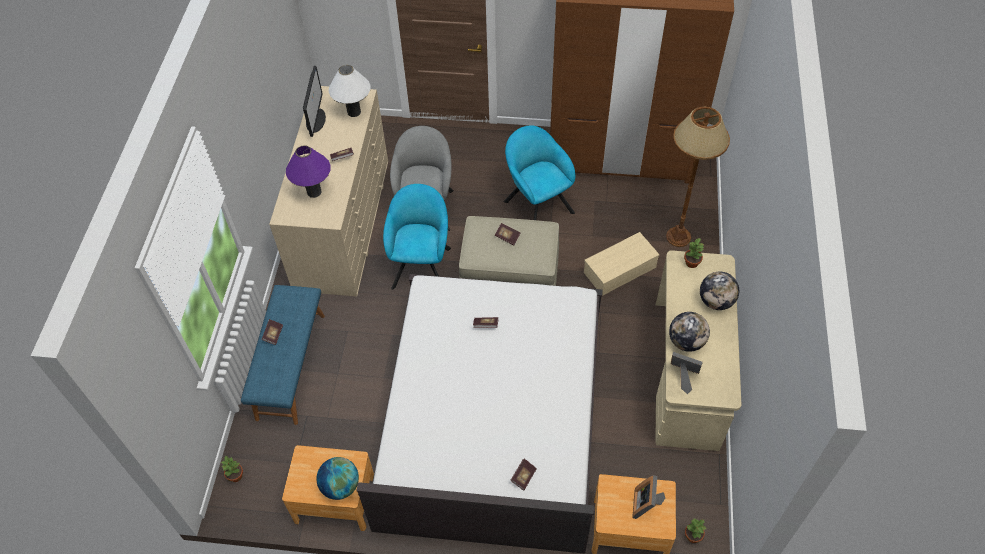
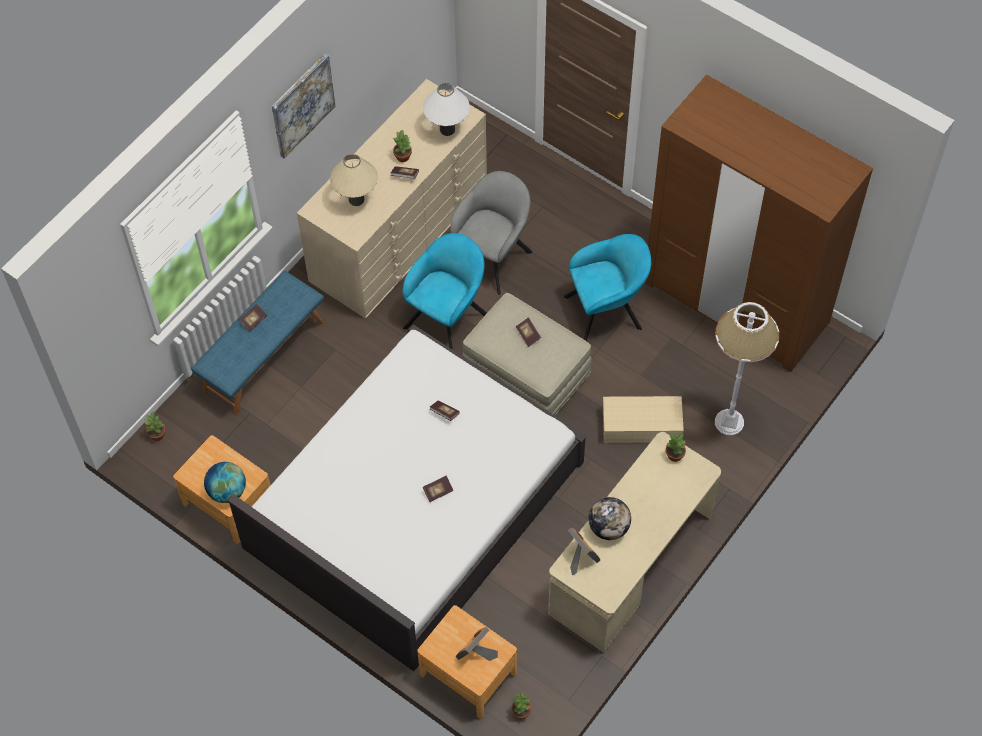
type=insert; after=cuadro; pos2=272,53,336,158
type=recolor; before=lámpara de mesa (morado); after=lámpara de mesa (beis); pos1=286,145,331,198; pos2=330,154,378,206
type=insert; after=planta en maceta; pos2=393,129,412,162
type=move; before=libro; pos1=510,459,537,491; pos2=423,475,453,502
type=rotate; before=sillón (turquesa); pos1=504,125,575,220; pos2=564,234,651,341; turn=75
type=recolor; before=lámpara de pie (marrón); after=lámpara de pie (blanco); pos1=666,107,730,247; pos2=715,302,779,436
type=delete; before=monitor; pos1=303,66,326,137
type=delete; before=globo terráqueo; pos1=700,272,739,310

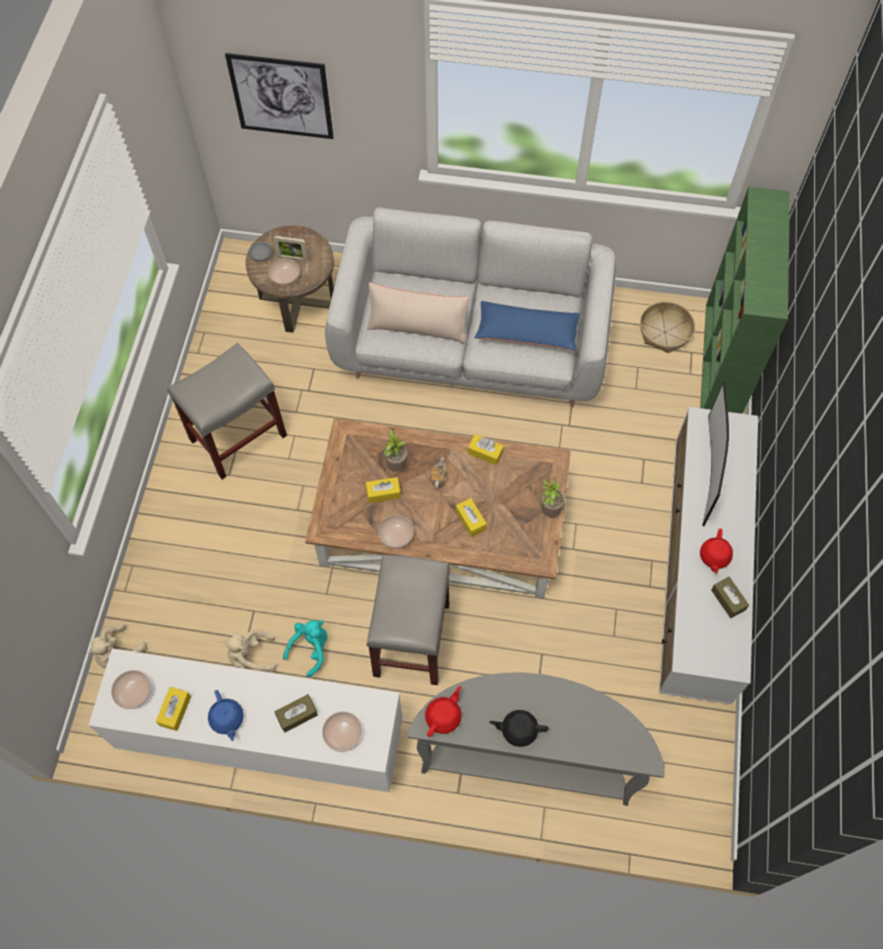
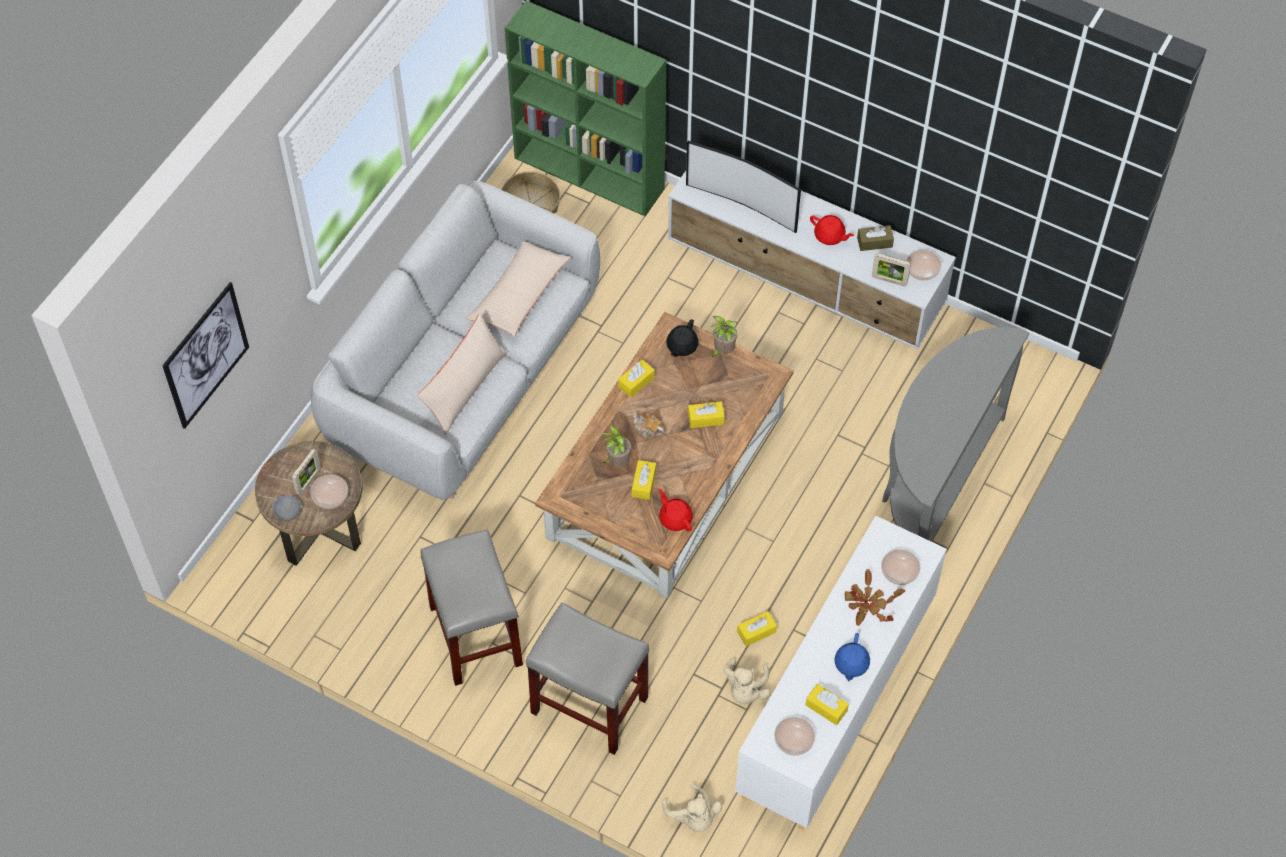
type=recolor; before=cojín (azul); after=cojín (beis); pos1=475,301,580,351; pos2=466,241,571,336
type=move; before=taburete (gris); pos1=367,554,450,685; pos2=526,602,649,755
type=move; before=tetera (rojo); pos1=425,686,462,737; pos2=659,489,693,531
type=move; before=tetera (negro); pos1=489,710,548,747; pos2=667,319,698,357
type=replace; before=peluche (turquesa); after=caja de pañuelos (amarillo); pos1=283,620,327,677; pos2=737,611,777,646
type=rotate; before=tetera (azul); pos1=208,690,244,741; pos2=835,633,870,682; turn=105
type=replace; before=caja de pañuelos (marrón); after=planta en maceta; pos1=275,694,318,732; pos2=844,569,905,626
type=insert; after=portarretratos; pos2=872,253,911,286
type=move; before=cuenco; pos1=378,515,414,548; pos2=906,250,941,281

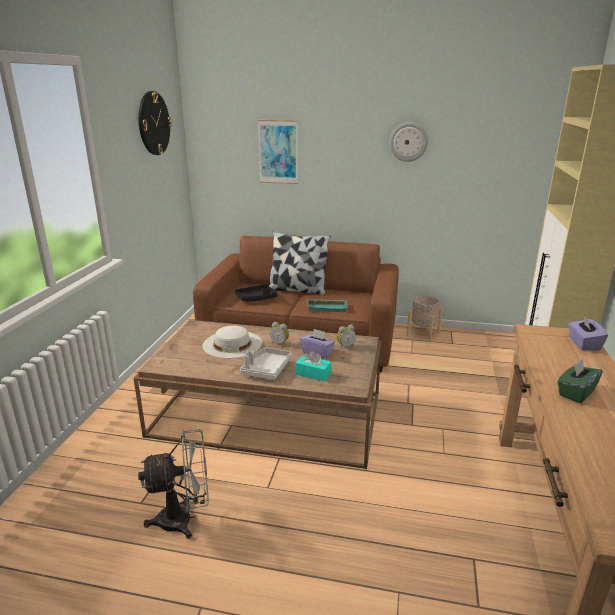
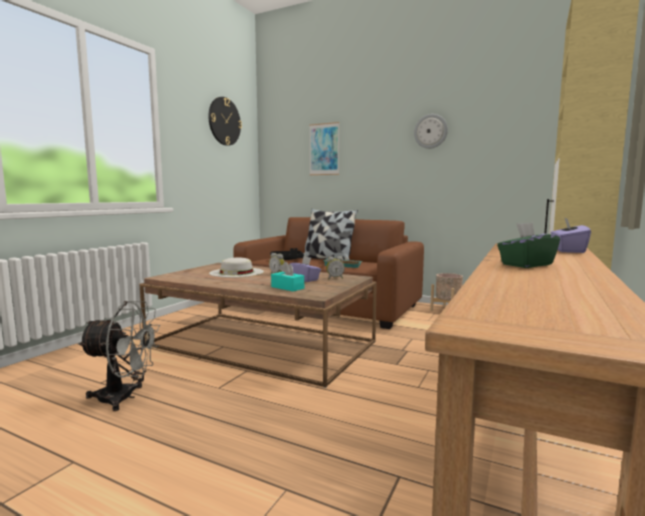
type=delete; before=bandeja (gris); pos1=240,348,292,380

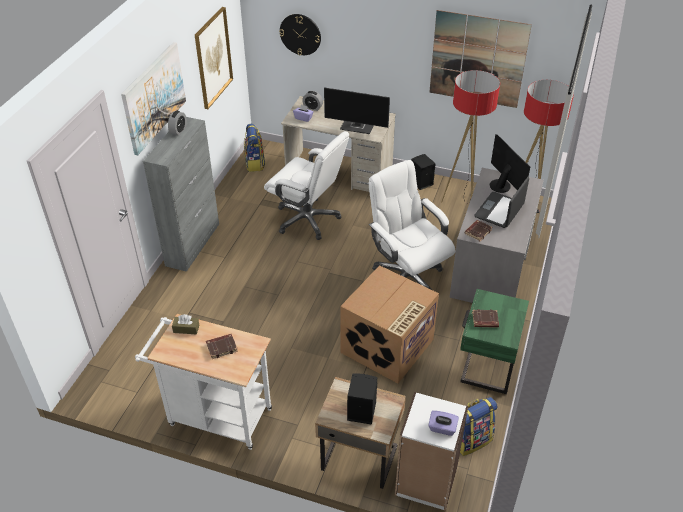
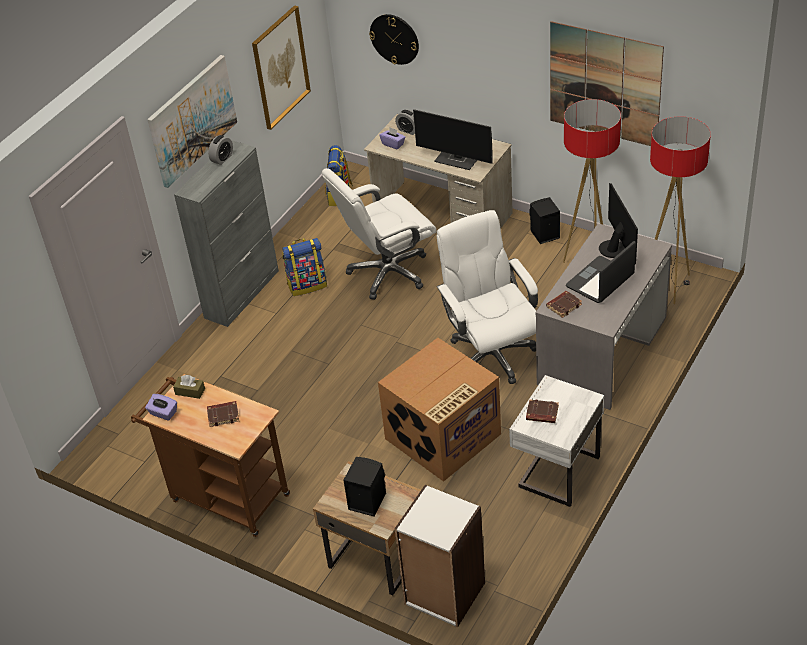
type=recolor; before=carrito (blanco); after=carrito (marrón); pos1=135,314,272,450; pos2=131,374,290,537
type=move; before=caja de pañuelos (morado); pos1=428,411,459,436; pos2=145,394,177,421
type=move; before=mochila; pos1=460,397,497,456; pos2=282,238,327,296
type=rotate; before=silla de oficina (blanco); pos1=264,131,349,240; pos2=322,168,437,300; turn=105
type=recolor; before=mesita de noche (verde); after=mesita de noche (blanco); pos1=460,289,529,394; pos2=509,375,604,507

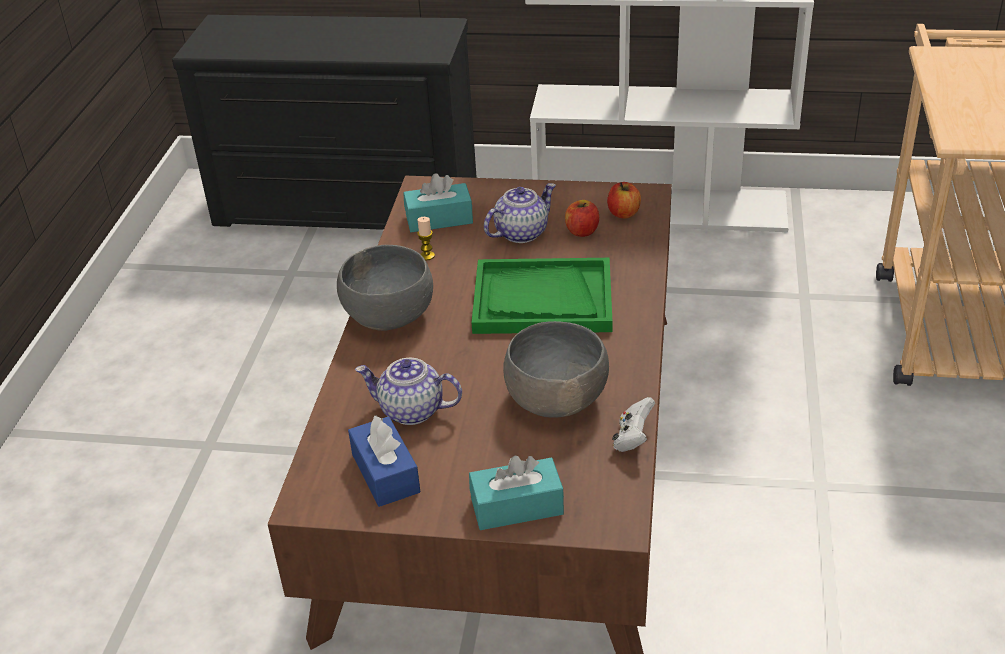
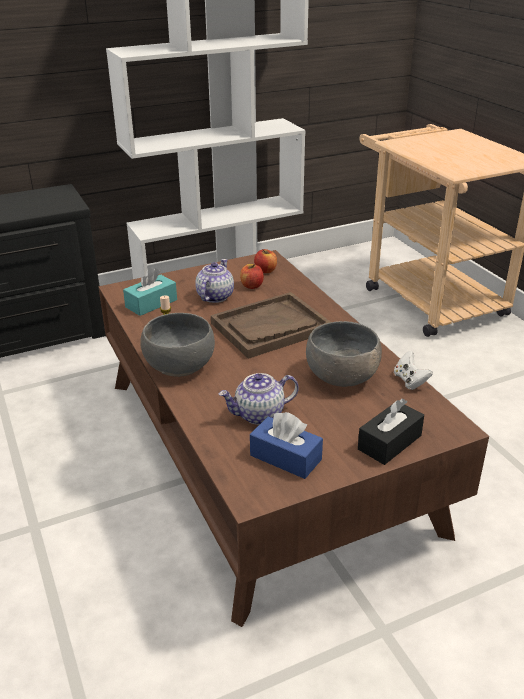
type=recolor; before=bandeja (verde); after=bandeja (marrón); pos1=472,258,612,334; pos2=211,292,331,359
type=recolor; before=caja de pañuelos (turquesa); after=caja de pañuelos (negro); pos1=469,456,564,530; pos2=358,398,424,465

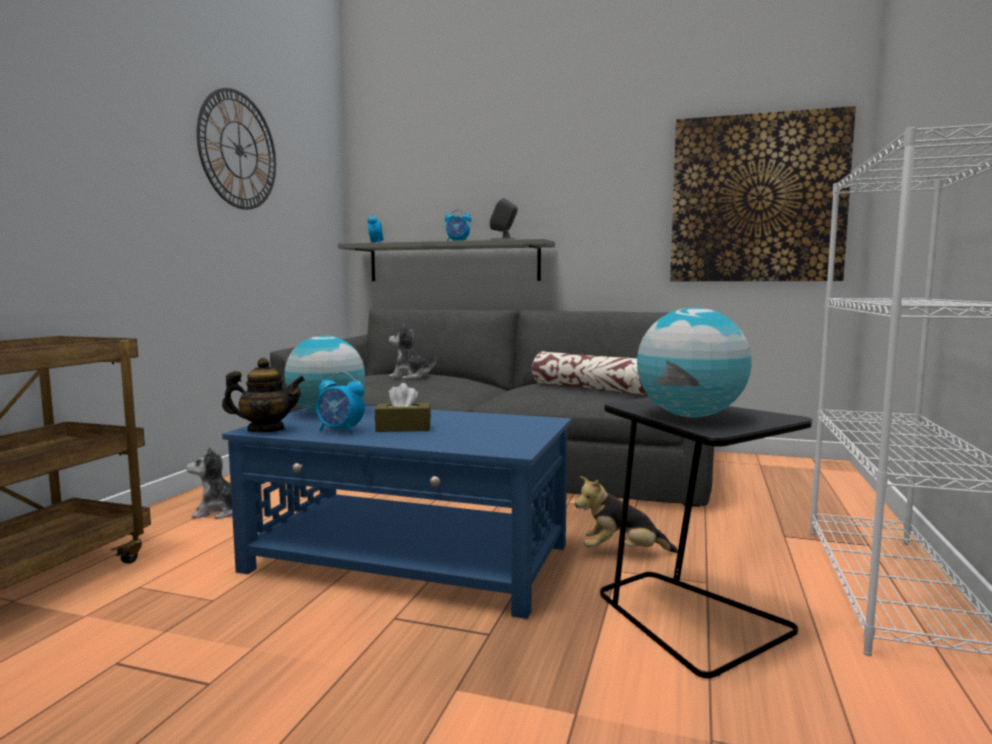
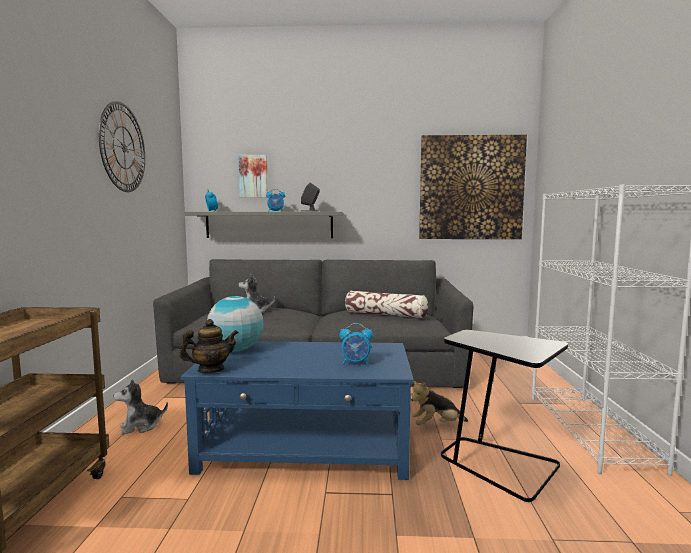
type=insert; after=cuadro; pos2=238,155,268,198
type=move; before=despertador; pos1=316,372,365,434; pos2=340,323,373,365
type=delete; before=caja de pañuelos (marrón); pos1=375,383,431,432
type=delete; before=globo terráqueo; pos1=637,308,752,418

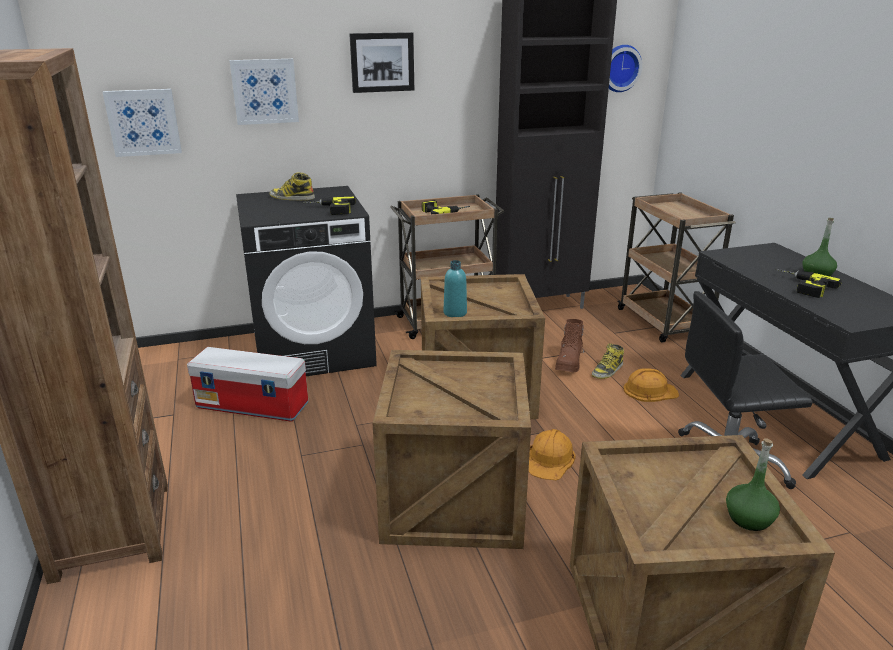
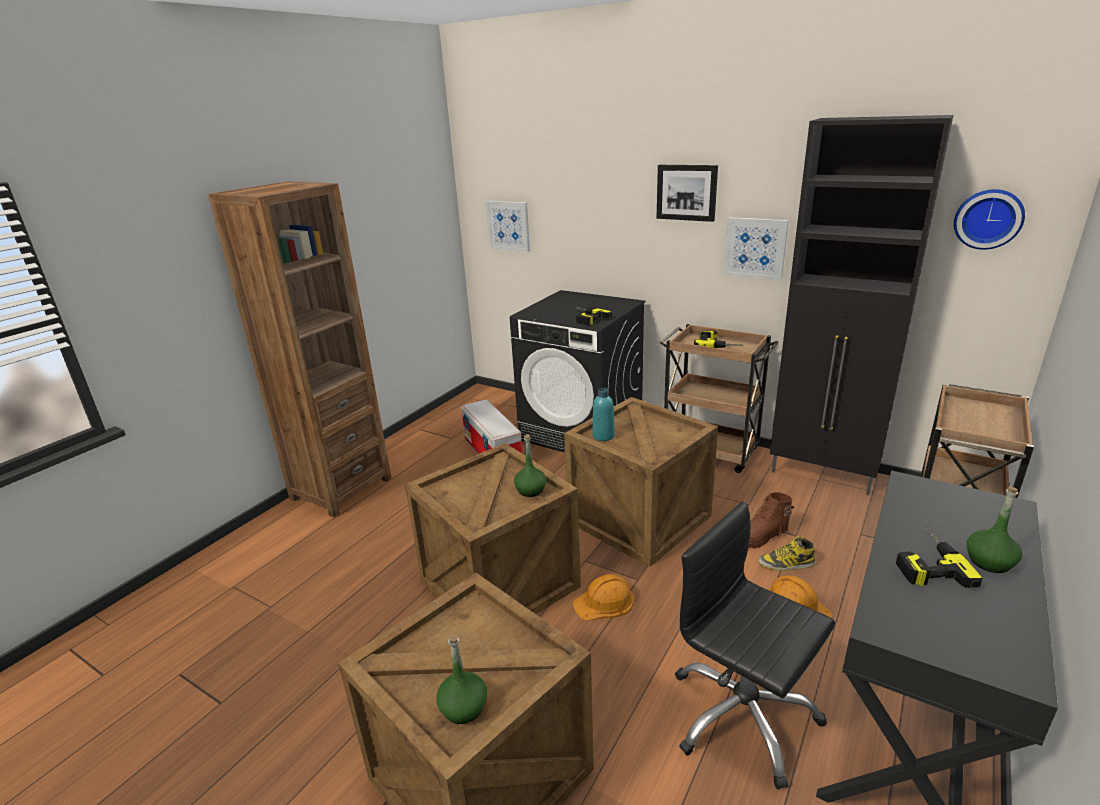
type=insert; after=botella (verde); pos2=514,435,546,497
type=move; before=cuadro; pos1=230,59,299,125; pos2=724,217,789,280
type=delete; before=bota; pos1=270,172,315,201

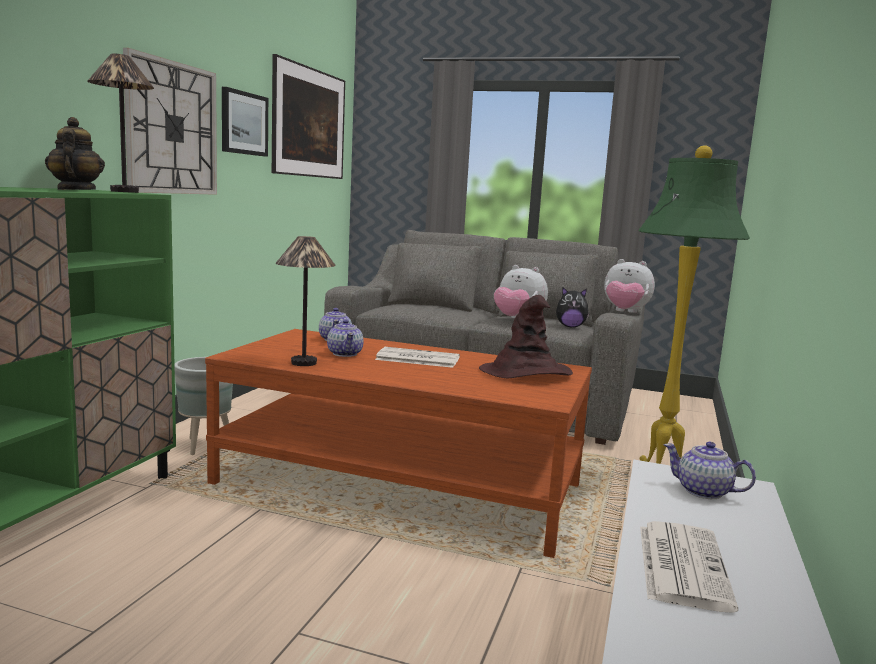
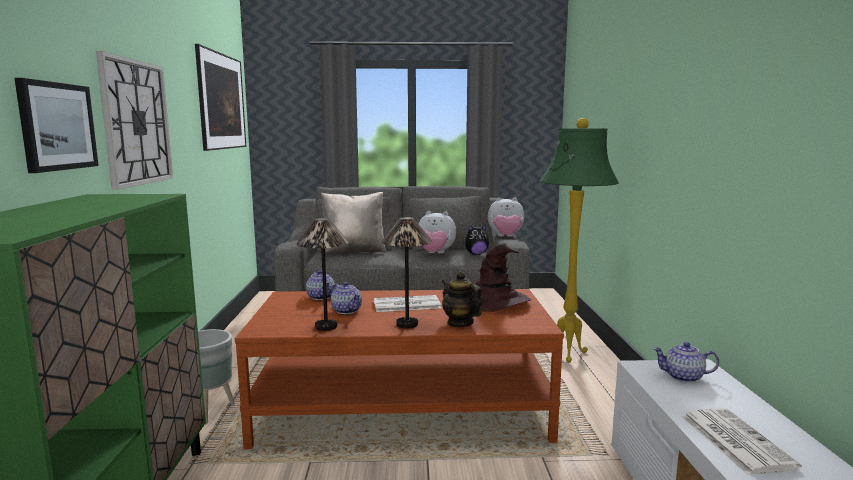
type=move; before=cuadro; pos1=222,87,268,157; pos2=14,78,99,173
type=insert; after=cojín (beis); pos2=321,192,386,255
type=move; before=lámpara de mesa; pos1=87,54,154,193; pos2=381,217,432,328
type=move; before=tetera; pos1=45,117,105,190; pos2=442,271,482,327

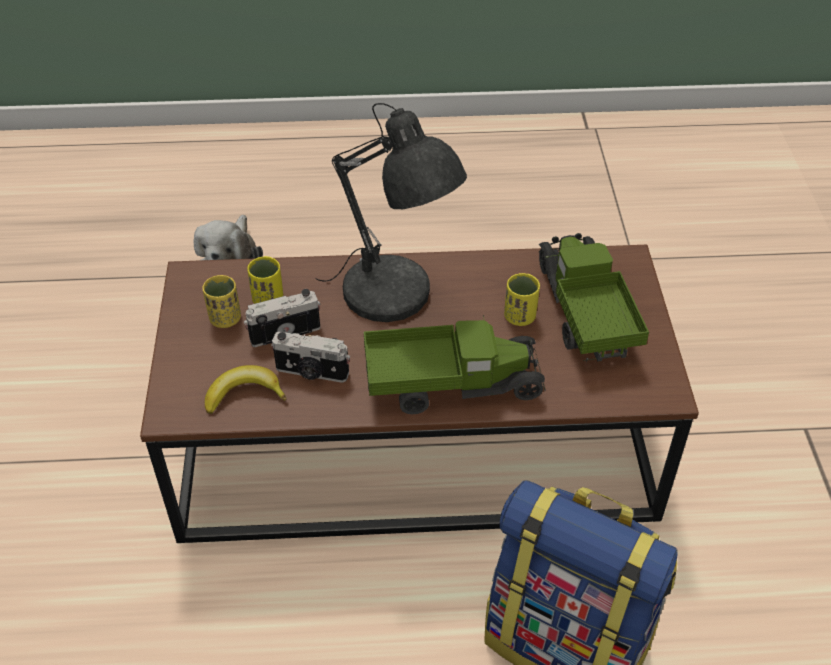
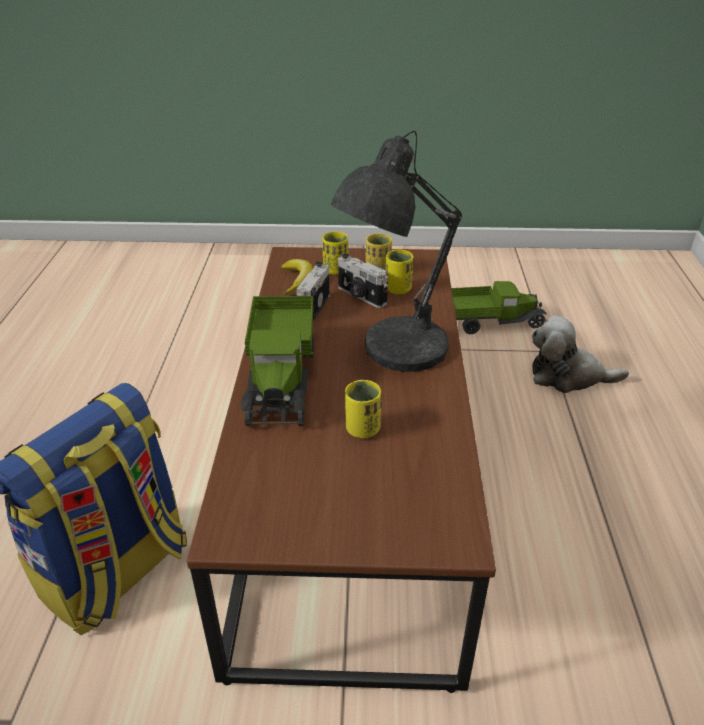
type=insert; after=taza (amarillo); pos2=322,232,348,275
type=rotate; before=cámara; pos1=244,289,321,347; pos2=338,253,388,308; turn=150
type=move; before=camión de juguete; pos1=539,233,649,362; pos2=451,281,547,334

